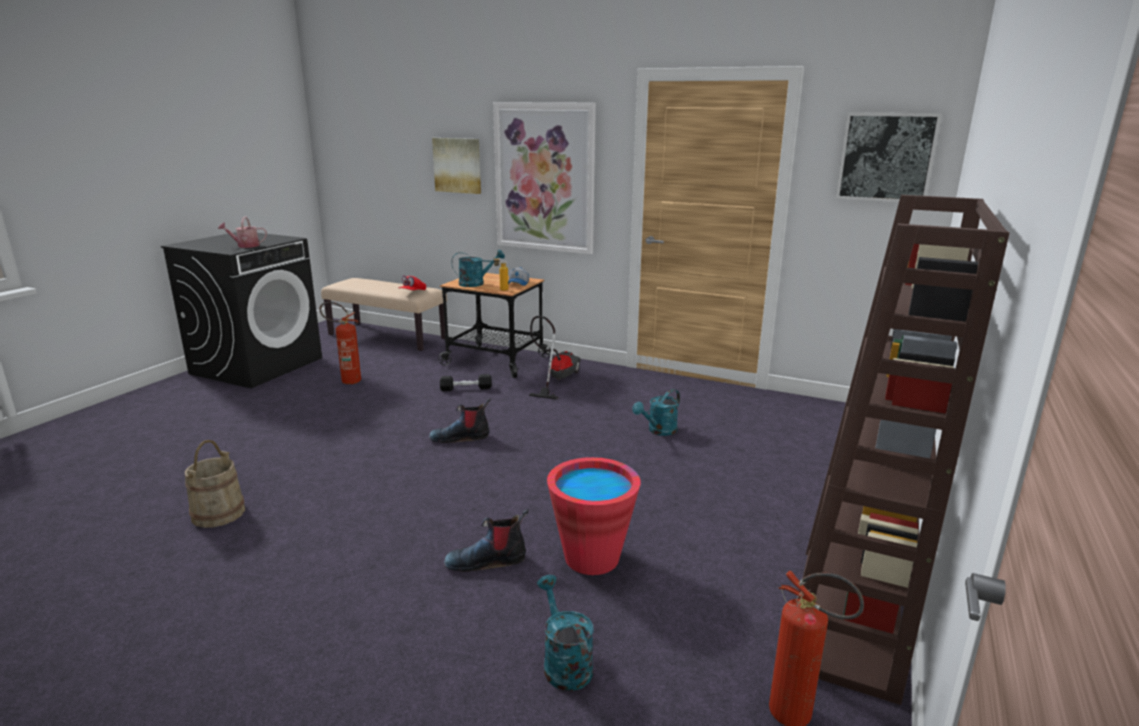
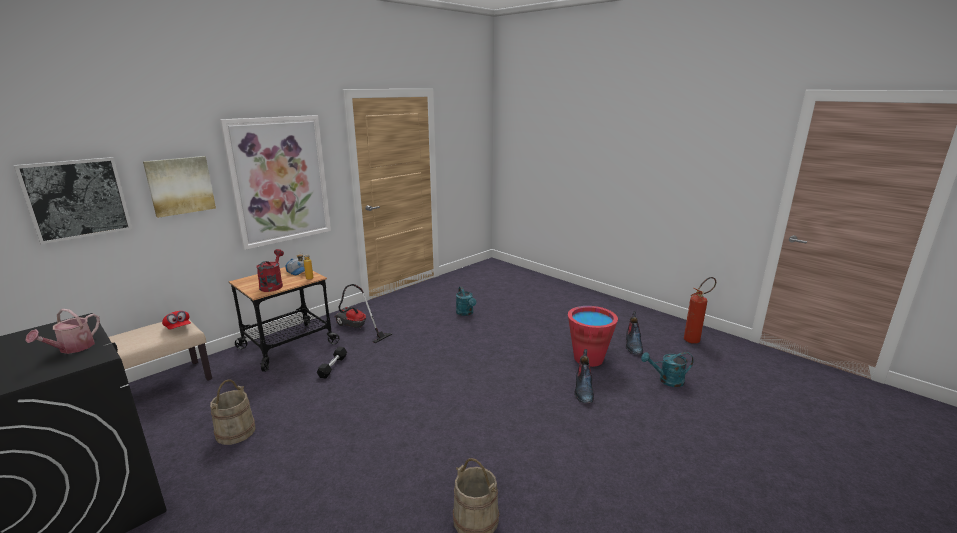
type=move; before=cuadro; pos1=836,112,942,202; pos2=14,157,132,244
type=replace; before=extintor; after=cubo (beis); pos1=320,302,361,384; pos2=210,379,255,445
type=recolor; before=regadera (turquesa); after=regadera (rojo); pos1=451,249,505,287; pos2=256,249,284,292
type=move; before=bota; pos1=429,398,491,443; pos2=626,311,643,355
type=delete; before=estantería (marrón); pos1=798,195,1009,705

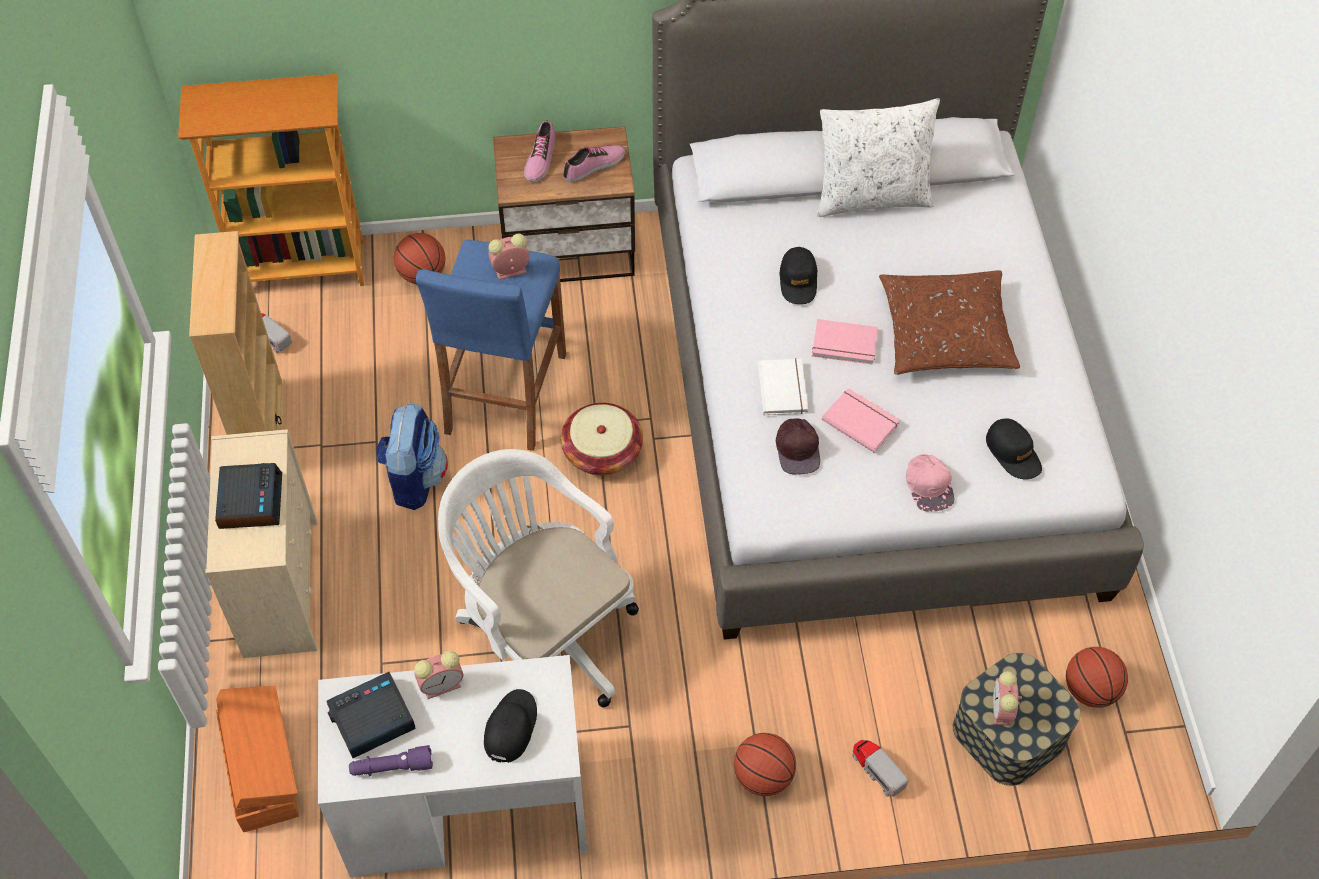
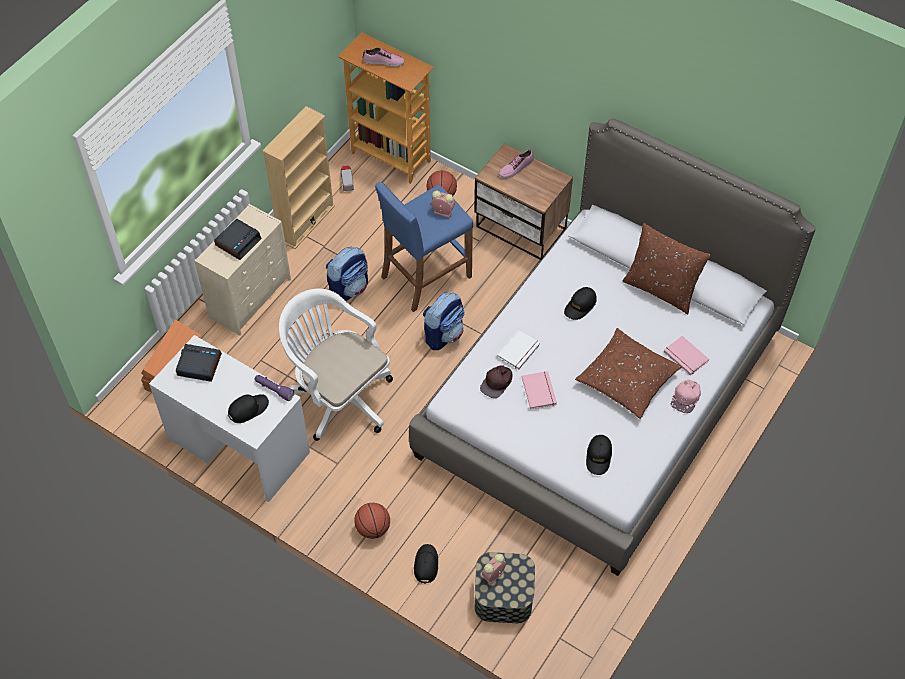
type=move; before=linterna (morado); pos1=349,745,433,776; pos2=255,375,295,401
type=rotate; before=silla de oficina (blanco); pos1=438,449,639,707; pos2=279,289,393,441; turn=-45
type=move; before=zapato; pos1=563,145,625,182; pos2=363,48,405,67
type=replace; before=camión de juguete; after=gorra (negro); pos1=853,740,908,797; pos2=414,544,438,583
type=replace; before=cesta; after=mochila; pos1=561,403,643,475; pos2=423,292,464,350
type=recolor; before=cojín (blanco); after=cojín (marrón); pos1=817,99,940,217; pos2=623,223,711,314
type=move; before=libro (rosa); pos1=812,319,878,365; pos2=664,336,709,376
type=move; before=gorra (rosa); pos1=906,454,954,512; pos2=671,380,701,413
type=delete; before=despertador; pos1=414,651,463,699
type=delete; before=balón de baloncesto; pos1=1066,647,1128,708

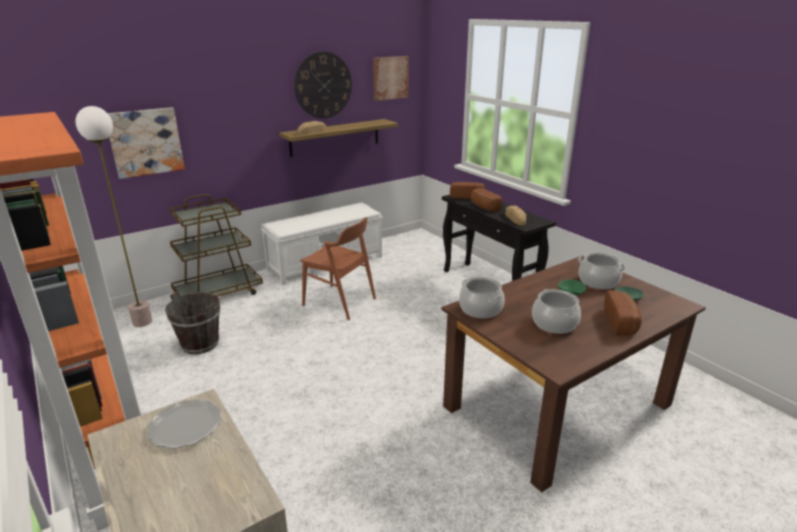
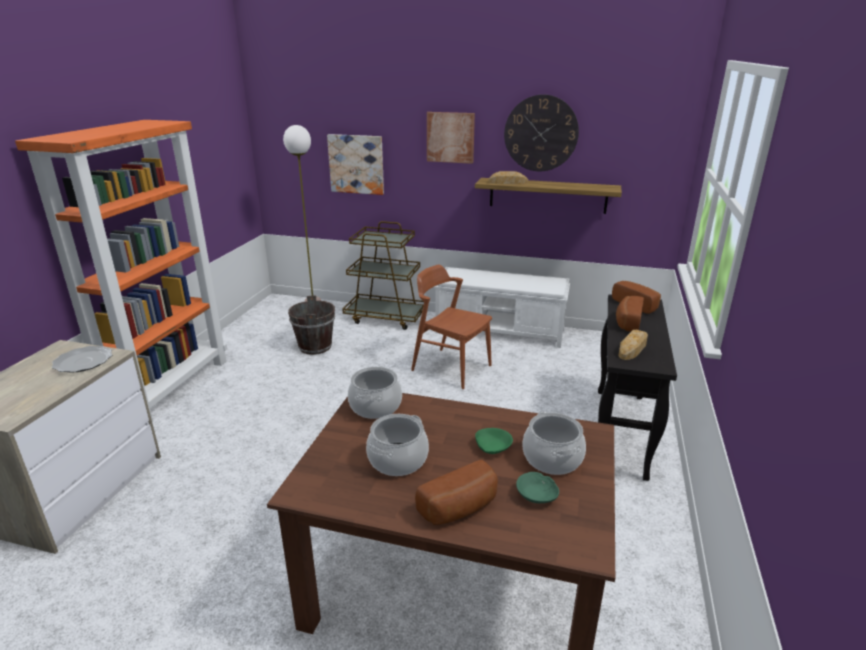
type=rotate; before=silla (marrón); pos1=300,217,376,320; pos2=411,265,492,389; turn=135
type=move; before=cuadro; pos1=373,56,409,101; pos2=427,112,475,164

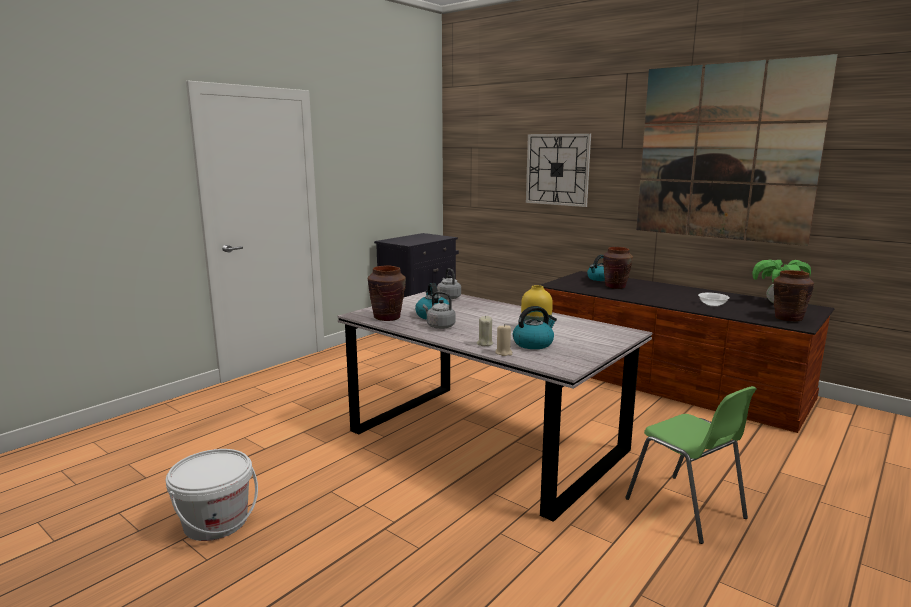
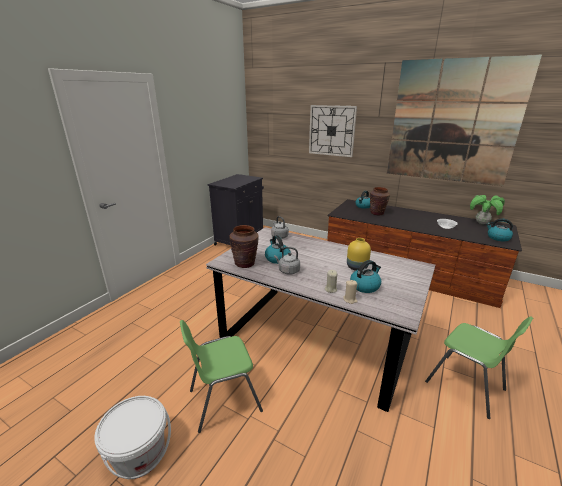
type=insert; after=silla (verde); pos2=180,320,263,433
type=replace; before=florero (marrón); after=hervidor; pos1=773,270,814,322; pos2=486,219,513,241

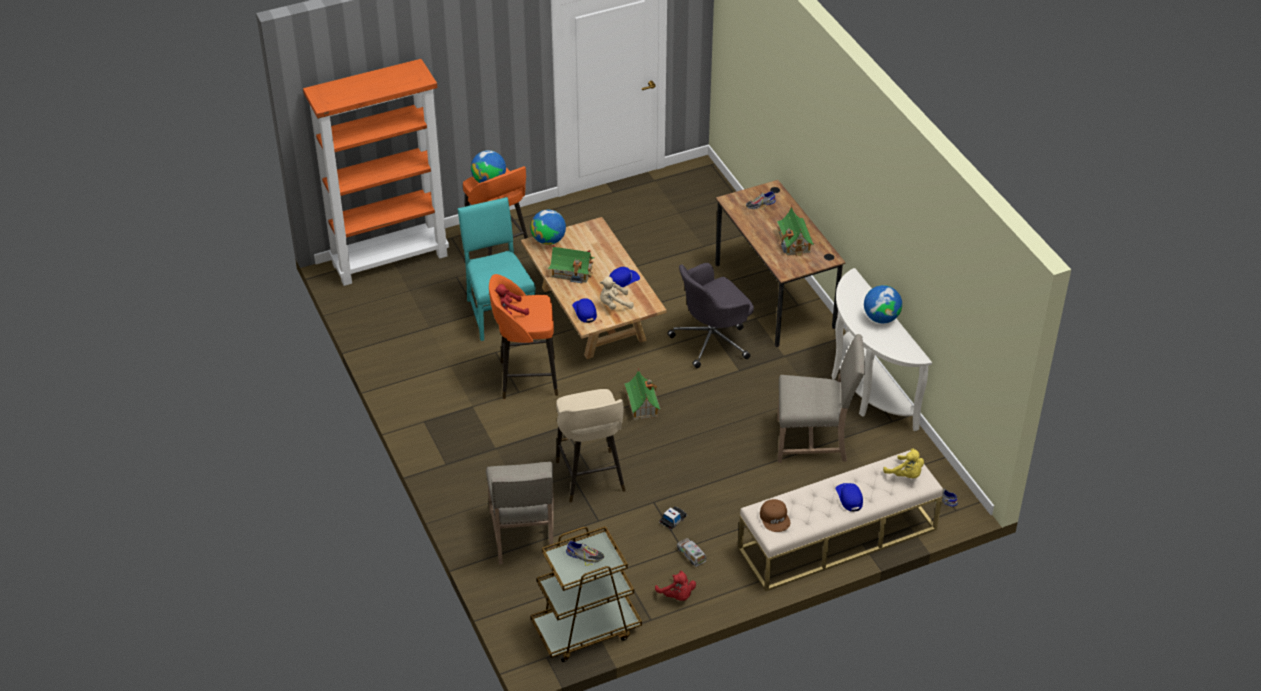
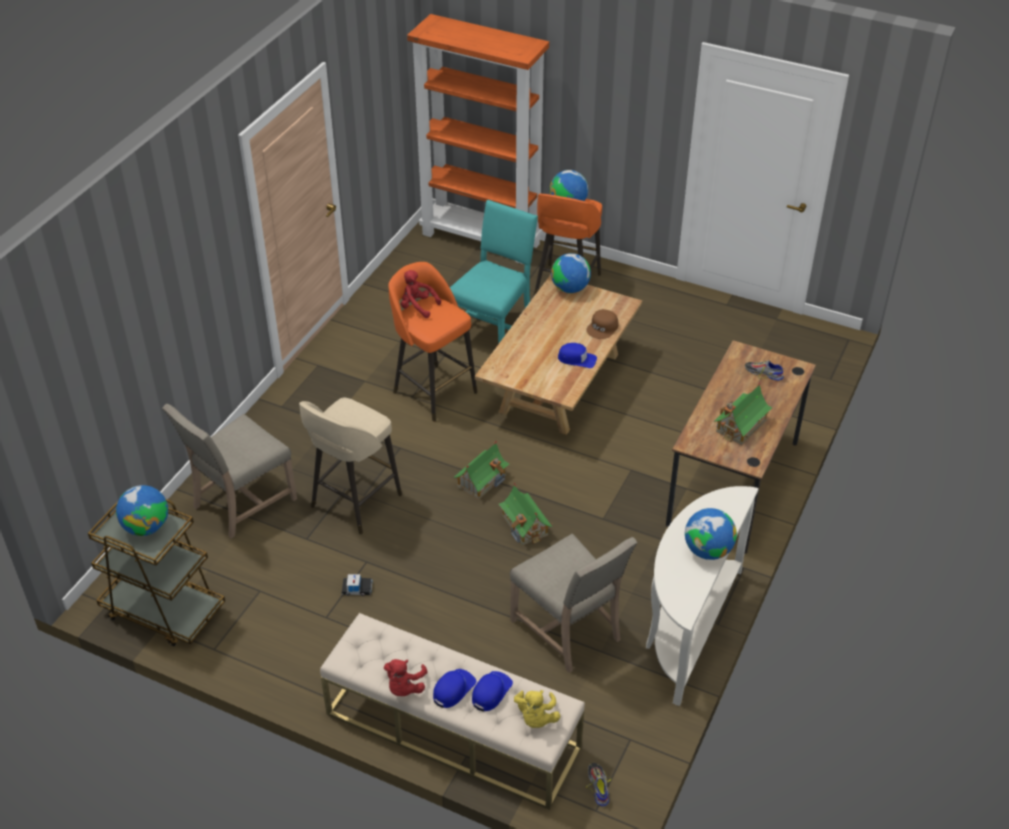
type=replace; before=zapato; after=globo terráqueo; pos1=566,541,604,566; pos2=116,485,168,536
type=move; before=peluche (rojo); pos1=655,571,696,601; pos2=384,659,428,696
type=move; before=gorra (azul); pos1=572,298,597,323; pos2=472,671,513,711
type=move; before=casita; pos1=548,245,595,283; pos2=499,483,553,545
type=move; before=gorra (marrón); pos1=760,499,791,532; pos2=587,309,618,339
type=delete; before=peluche (beis); pos1=600,276,634,310
type=delete; before=silla de oficina (gris); pos1=667,263,754,368
type=delete; before=camión de juguete; pos1=677,538,706,567

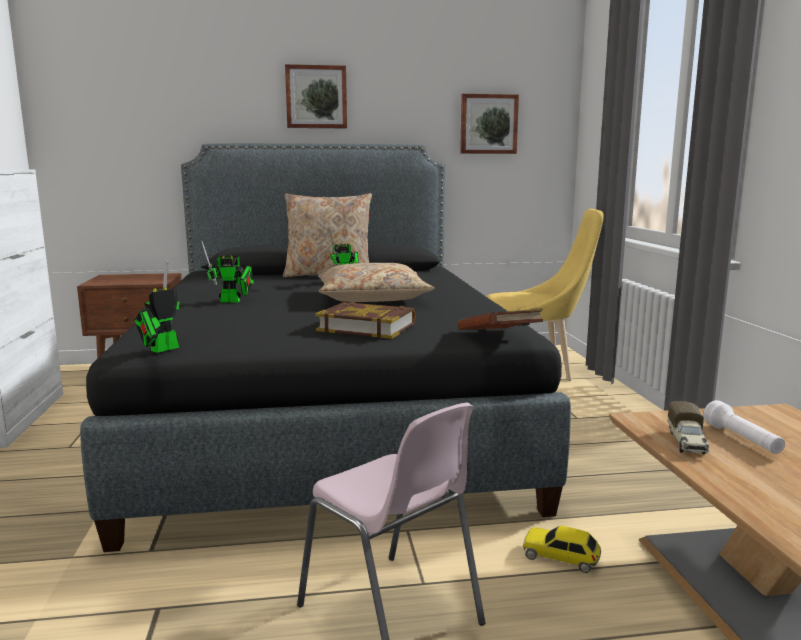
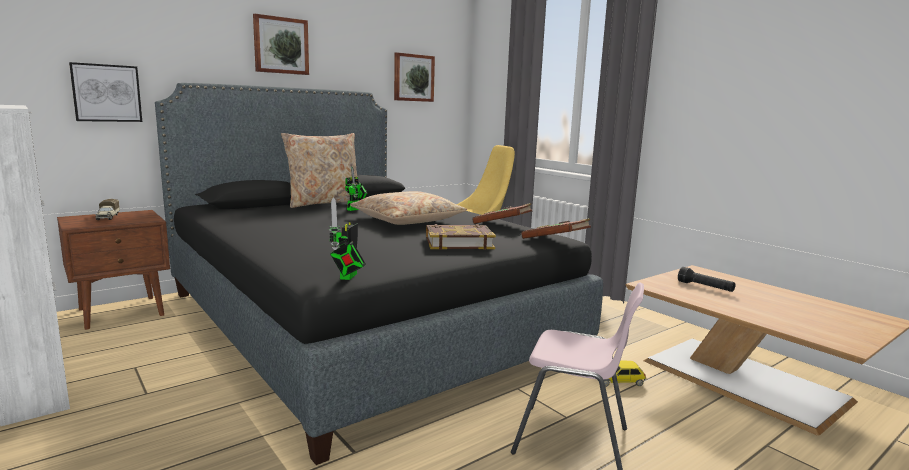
type=insert; after=cuadro; pos2=69,62,142,122
type=move; before=camión de juguete; pos1=668,401,710,455; pos2=95,199,120,220
type=insert; after=libro (marrón); pos2=472,203,532,224
type=recolor; before=linterna (blanco); after=linterna (negro); pos1=703,400,785,454; pos2=678,267,735,292
type=delete; before=robot de juguete; pos1=201,240,254,302

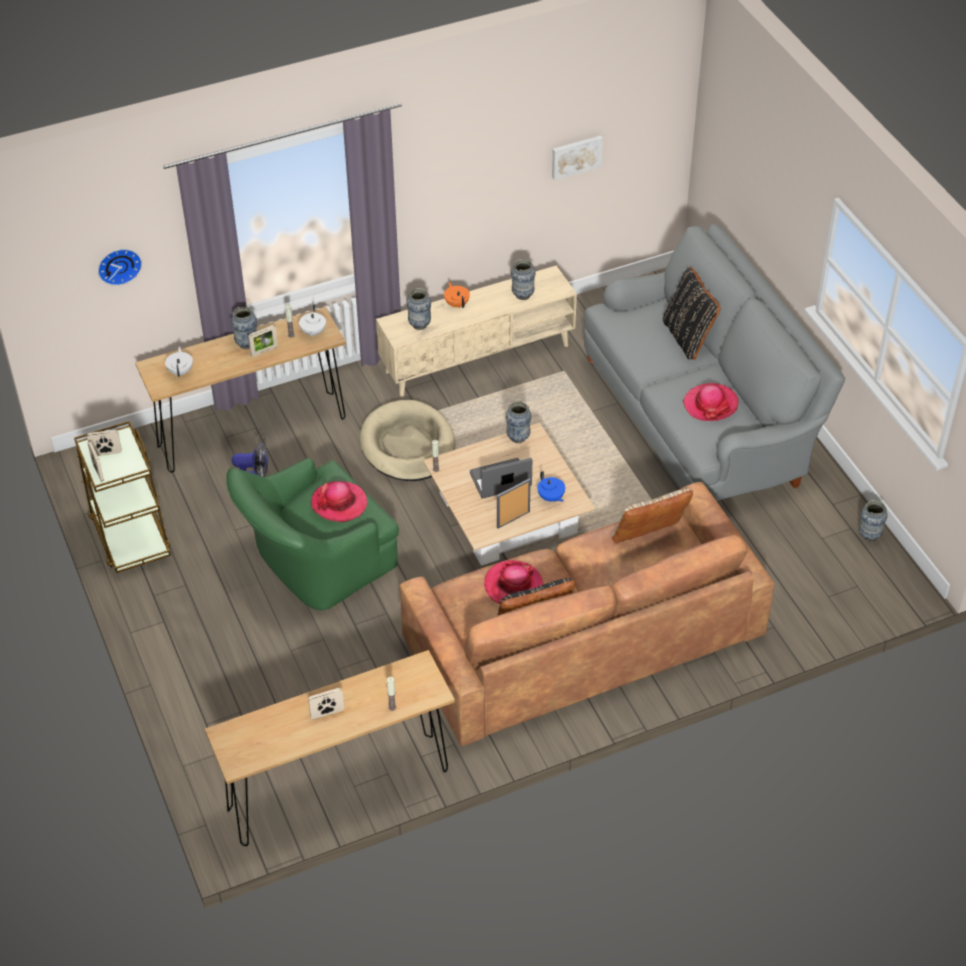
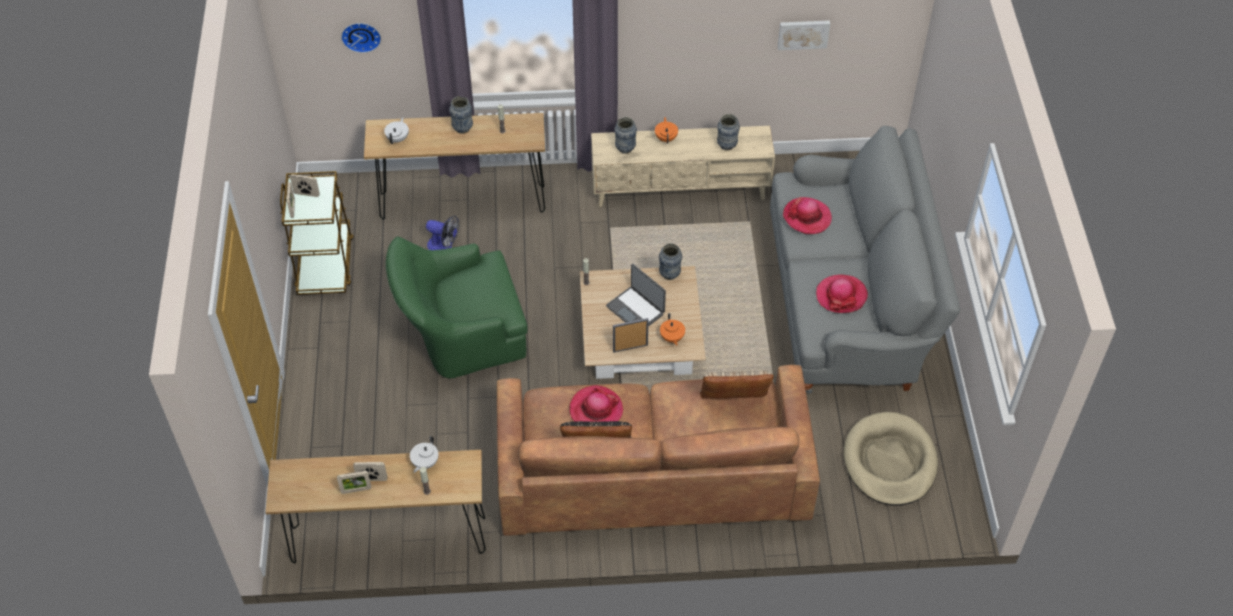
type=move; before=portarretratos; pos1=248,325,278,357; pos2=337,471,371,494
type=move; before=tetera (blanco); pos1=299,305,326,337; pos2=410,436,438,473
type=rotate; before=portátil; pos1=470,458,532,499; pos2=606,264,666,327; turn=-135
type=recolor; before=tetera (azul); after=tetera (naranja); pos1=537,471,565,502; pos2=660,313,685,346
type=move; before=sombrero; pos1=311,481,367,522; pos2=783,197,832,234
type=move; before=cama para perro (beis); pos1=360,400,455,481; pos2=844,412,938,506
type=delete; before=cojín (negro); pos1=663,267,721,360
type=delete; before=florero; pos1=859,500,887,541

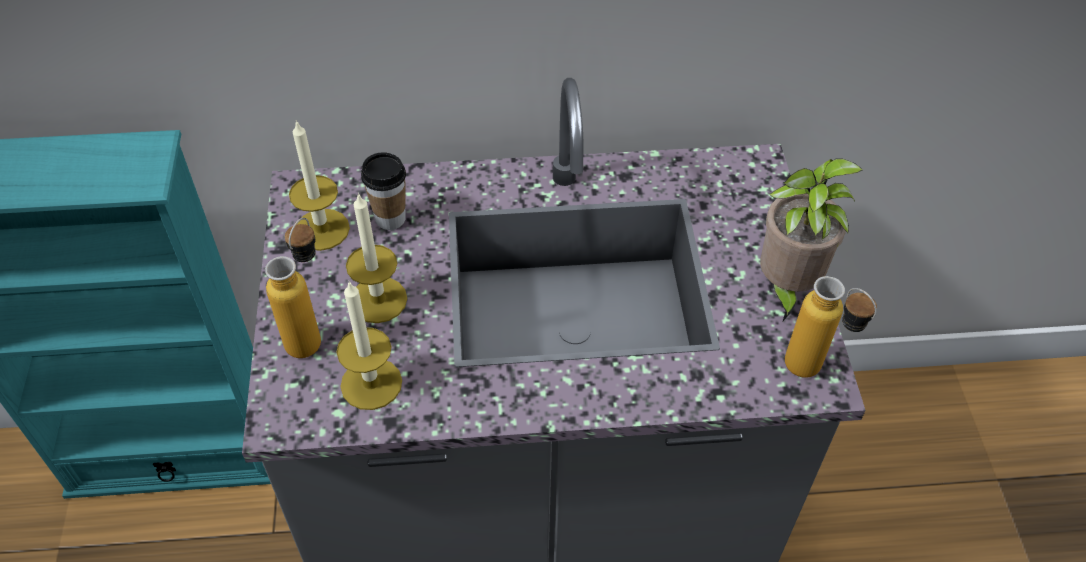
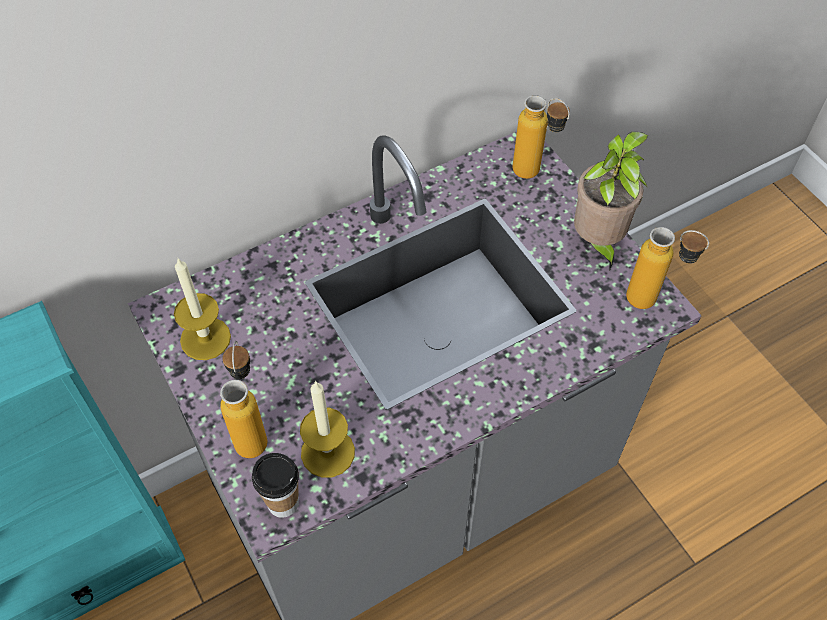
type=move; before=taza; pos1=361,152,406,230; pos2=252,453,299,518
type=insert; after=botella; pos2=513,95,570,179
type=delete; before=vela; pos1=346,193,407,323

